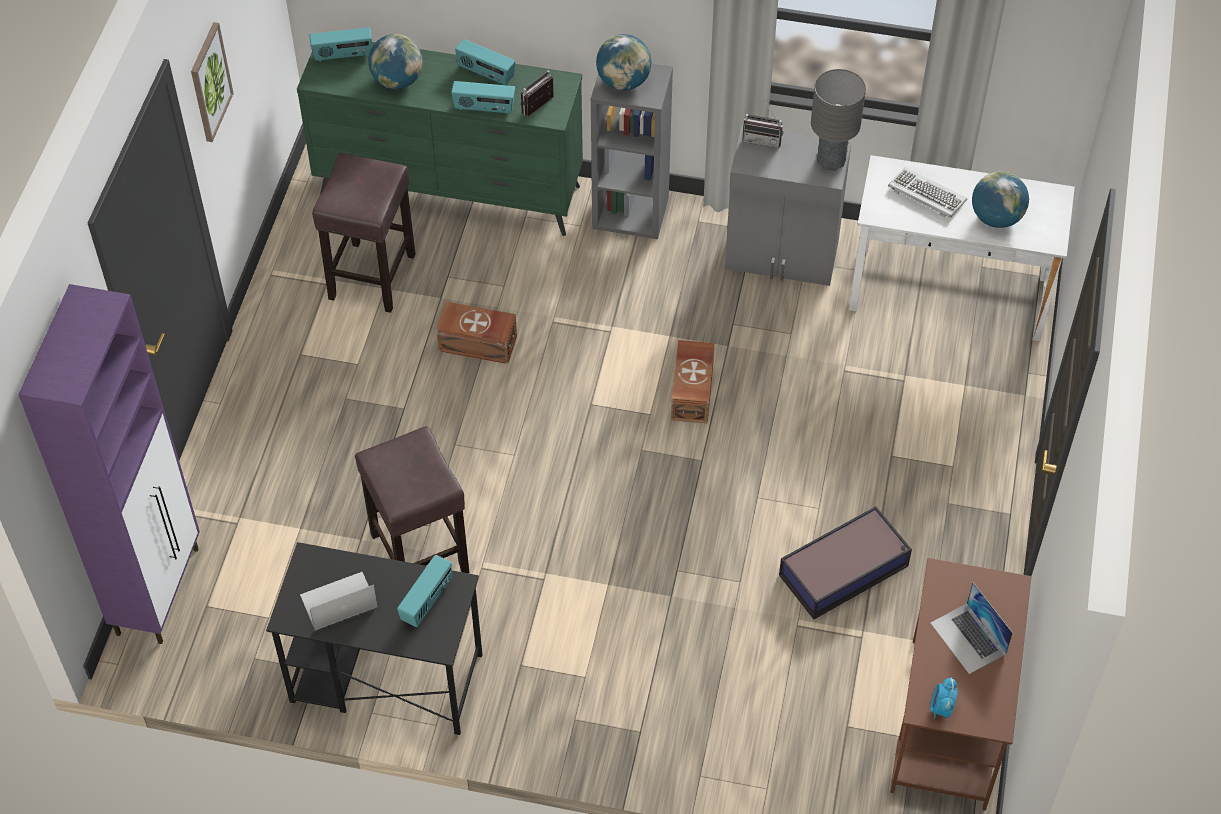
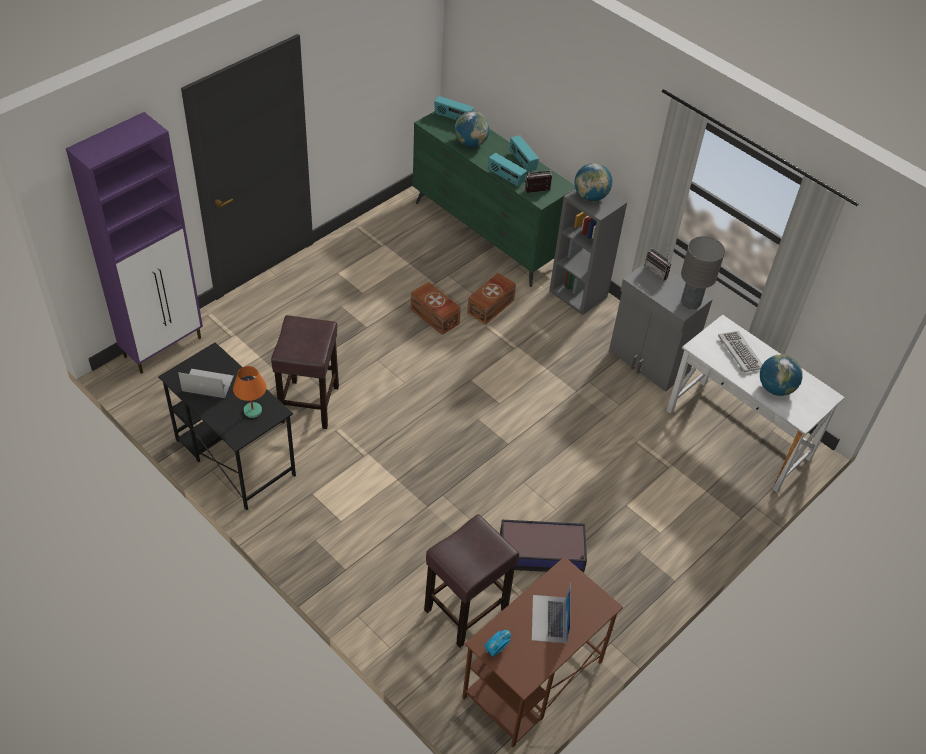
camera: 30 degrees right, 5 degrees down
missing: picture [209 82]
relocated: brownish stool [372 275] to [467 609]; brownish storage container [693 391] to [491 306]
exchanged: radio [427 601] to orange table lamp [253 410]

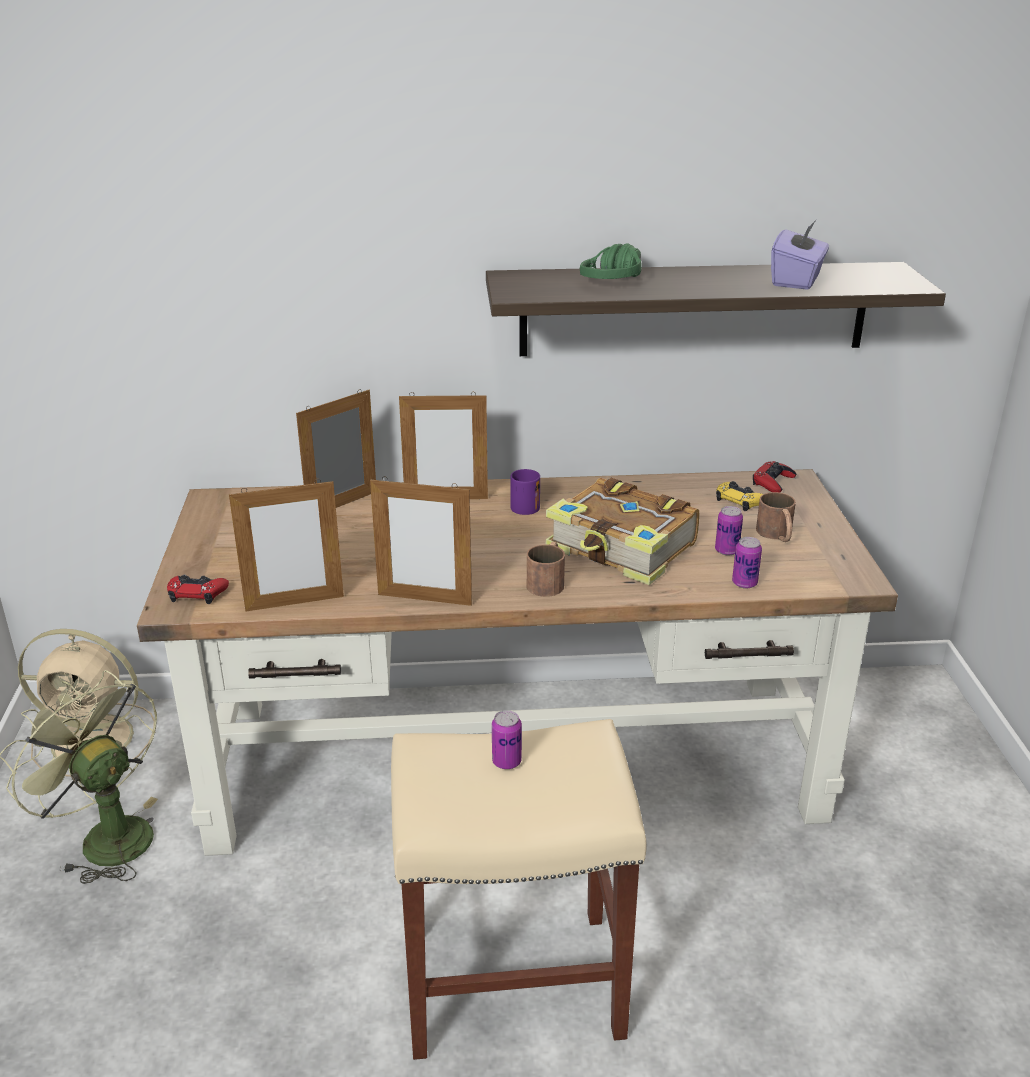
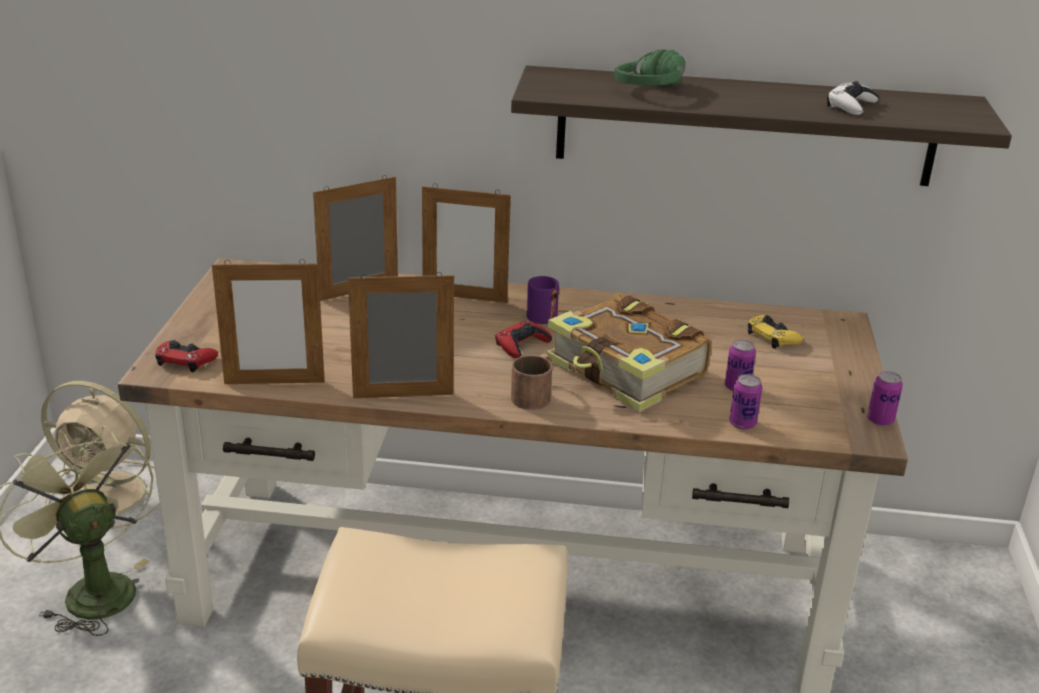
camera: 10 degrees right, 0 degrees up
missing: brownish mug [777 535]
relocated: reddish joypad [773 482] to [522 345]; sealed can [506 762] to [880 420]
exchanged: purplish box of tissues [797 280] to whitish joypad [850 105]
spun: standing frame [424 599] = [403 396] 150 degrees clockwise

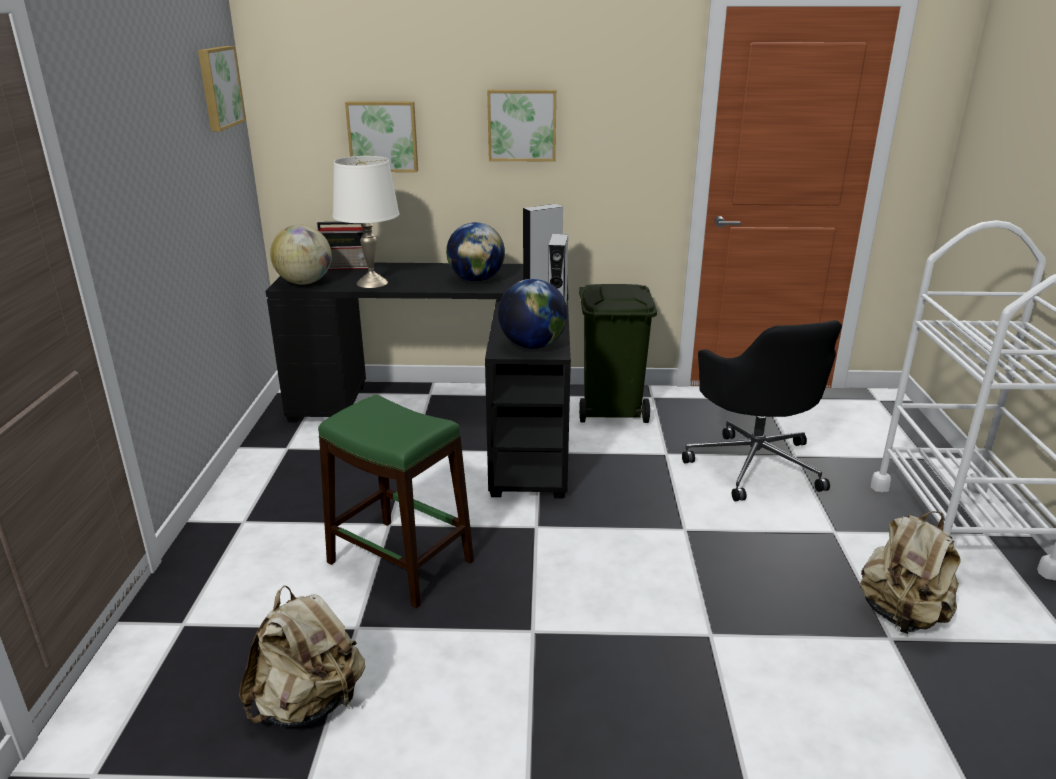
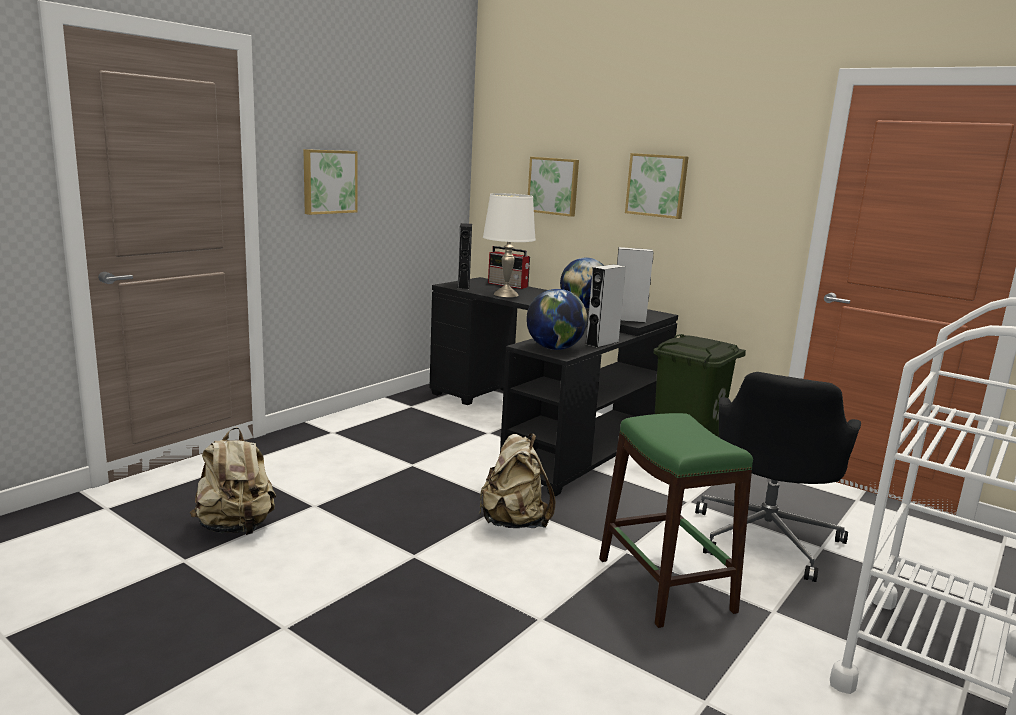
camera: 35 degrees right, 10 degrees down
relocated: picture [218 87] to [329 181]; greenish stool [400 562] to [664 585]; beige backpack [902 615] to [514 522]
exchanged: globe [305 282] to black-coloured audio speaker [463 286]

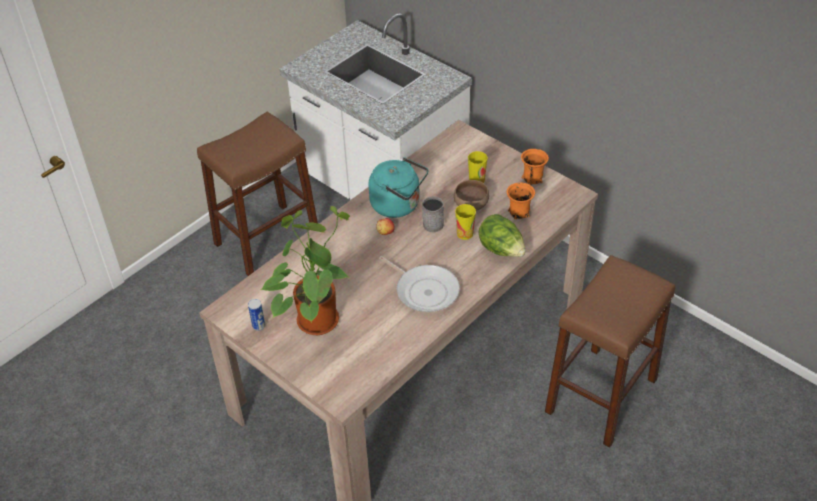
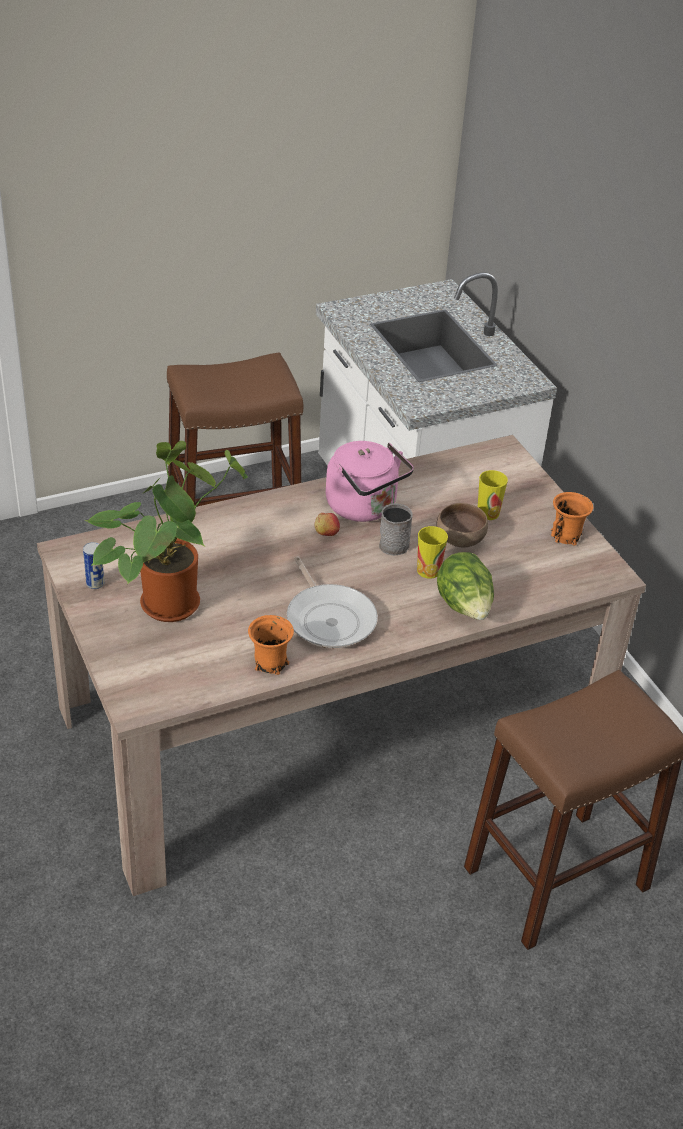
camera: 20 degrees right, 5 degrees down
relocated: orange mug [519 212] to [269 663]
colour: turquoise-coloured tea kettle [398 205] to pink-coloured tea kettle [364 508]

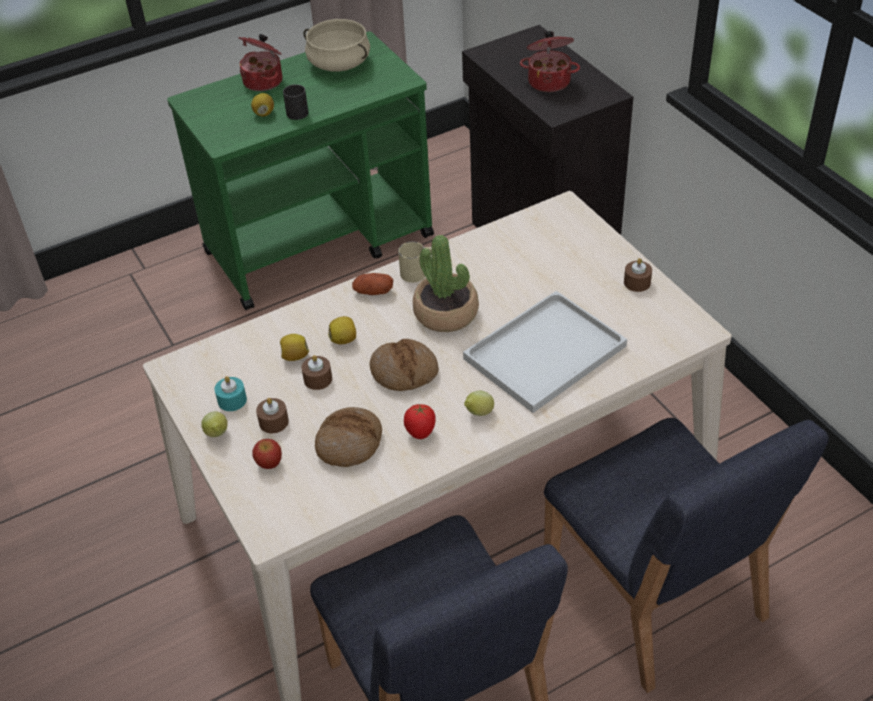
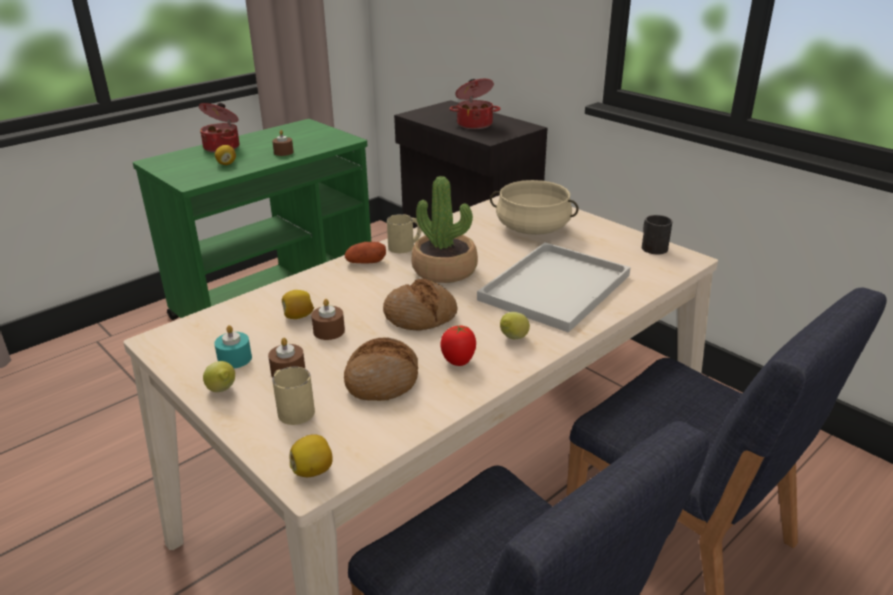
camera: 15 degrees left, 15 degrees down
relocated: beige cooking pot [338 63] to [532 229]; black-coloured mug [297 110] to [651 246]; brownish wax light [637 282] to [283 152]; lemon [344 340] to [313 470]
exchanged: whole apple [269 463] to beige mug [292 409]

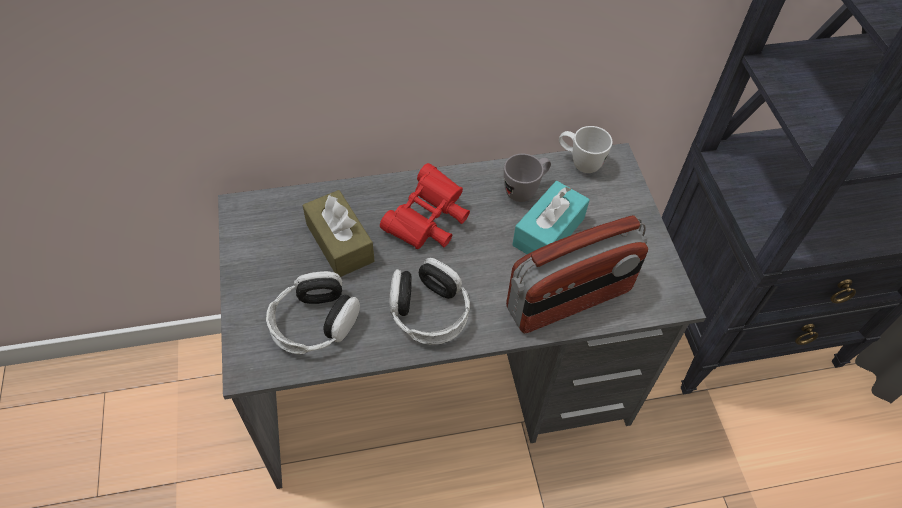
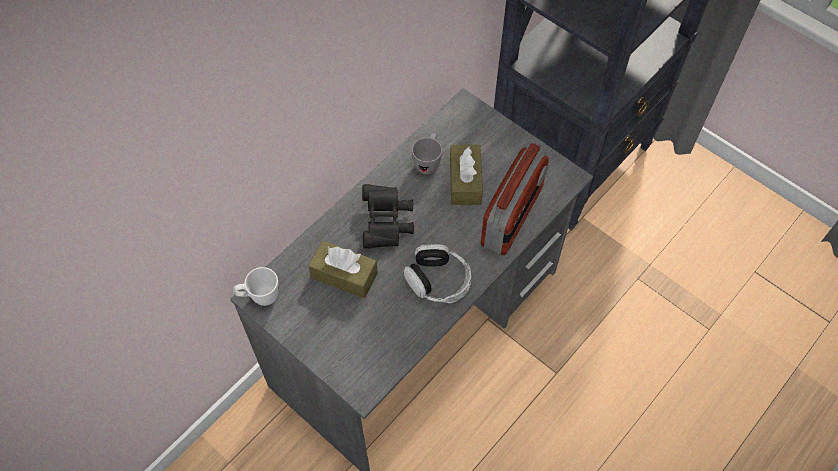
camera: 35 degrees left, 5 degrees up
missing: headset [314 323]
relocated: whitish mug [579 163] to [259 297]
colour: reddish pair of binoculars [428 221] to black-coloured pair of binoculars [386 223]; turquoise-coloured box of tissues [548 232] to brownish box of tissues [465 181]

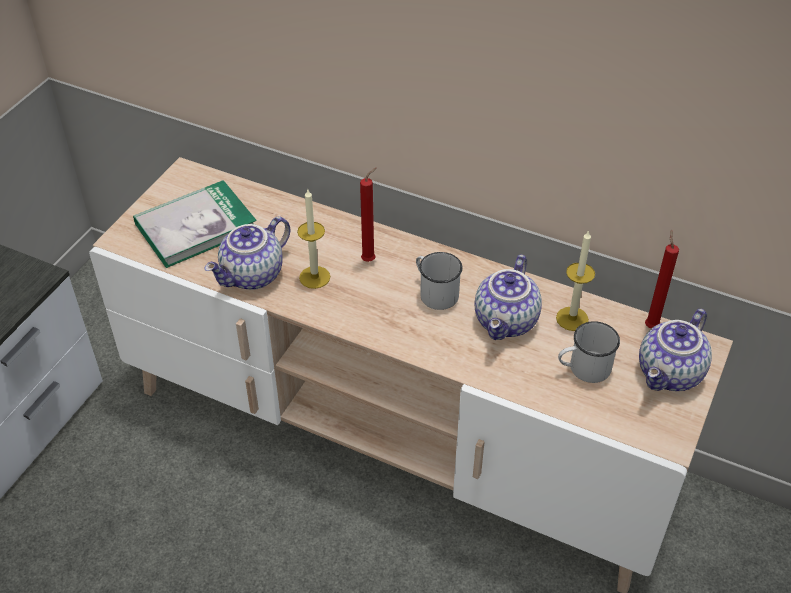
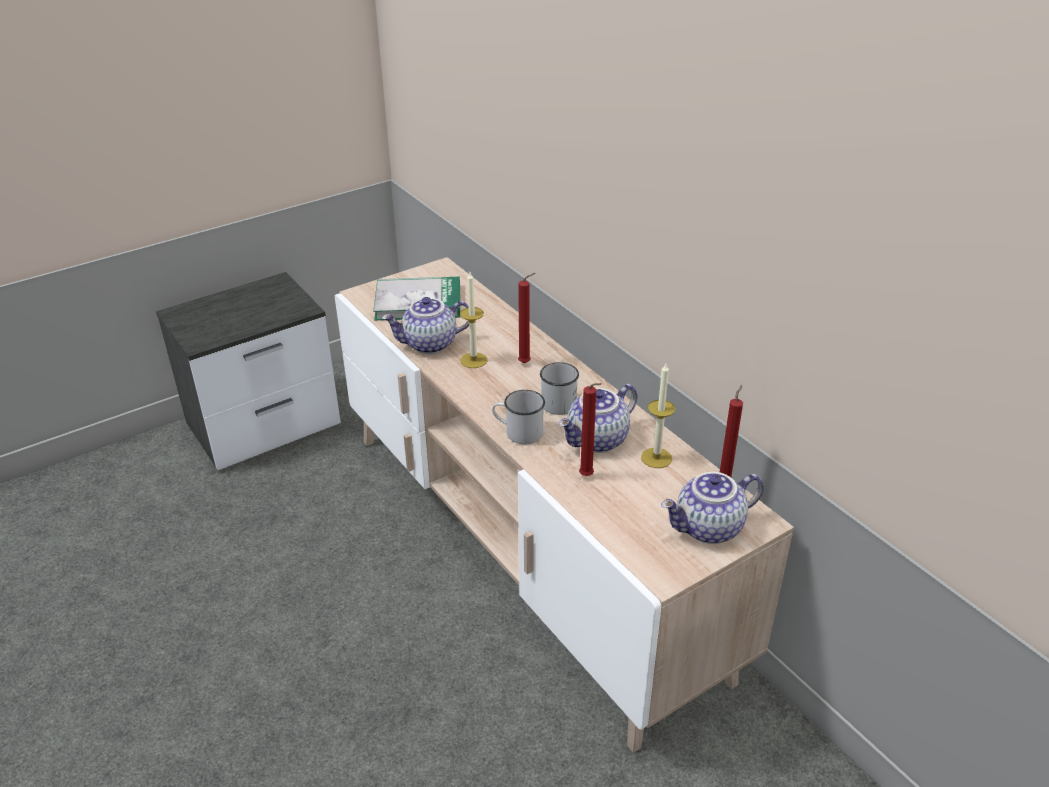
camera: 30 degrees right, 10 degrees down
appeared: reddish wax light [588 477]
relocated: whitish mug [583 369] to [518 432]

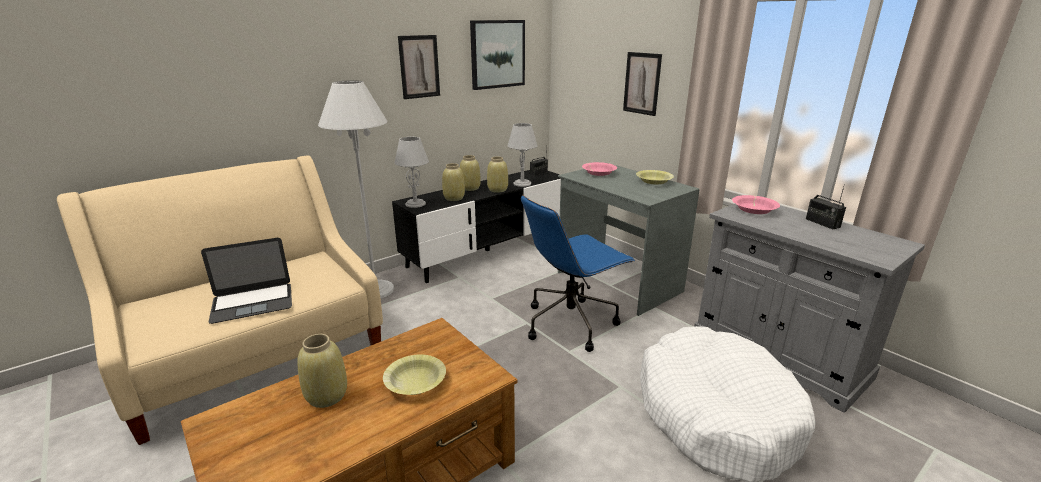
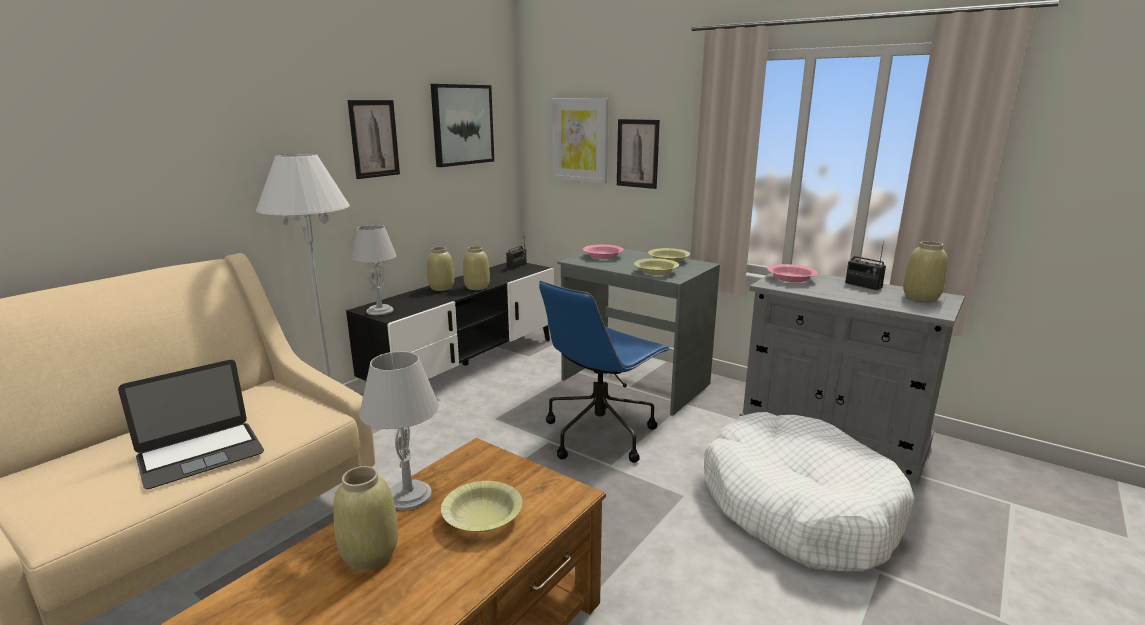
camera: 15 degrees left, 5 degrees down
appeared: picture [580 140]; yellow bowl [656 272]
relocated: grey table lamp [522 184] to [409 496]; beige flower vase [454 198] to [921 297]

